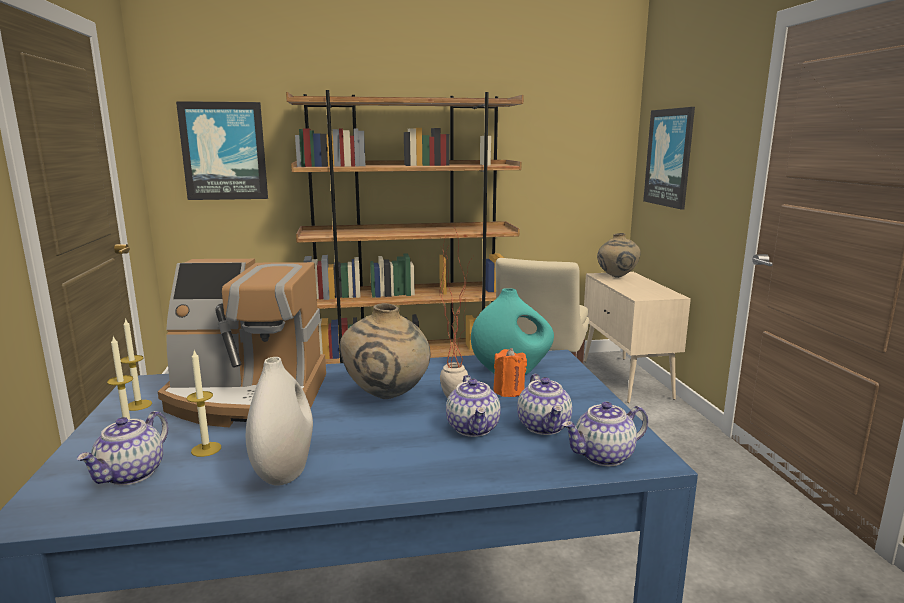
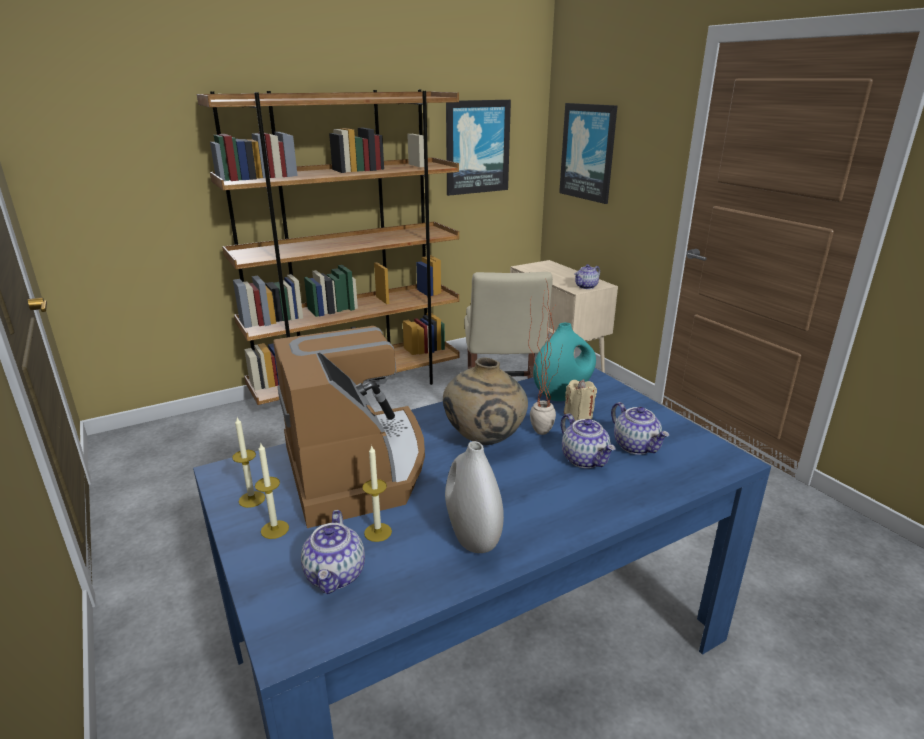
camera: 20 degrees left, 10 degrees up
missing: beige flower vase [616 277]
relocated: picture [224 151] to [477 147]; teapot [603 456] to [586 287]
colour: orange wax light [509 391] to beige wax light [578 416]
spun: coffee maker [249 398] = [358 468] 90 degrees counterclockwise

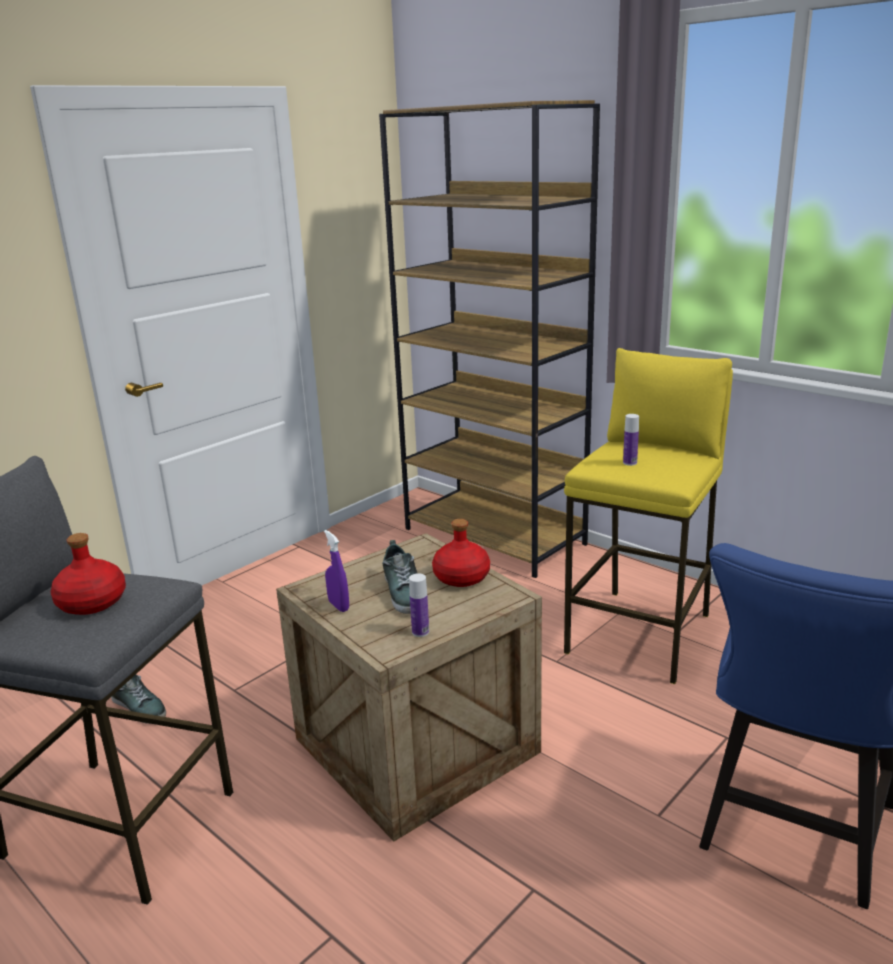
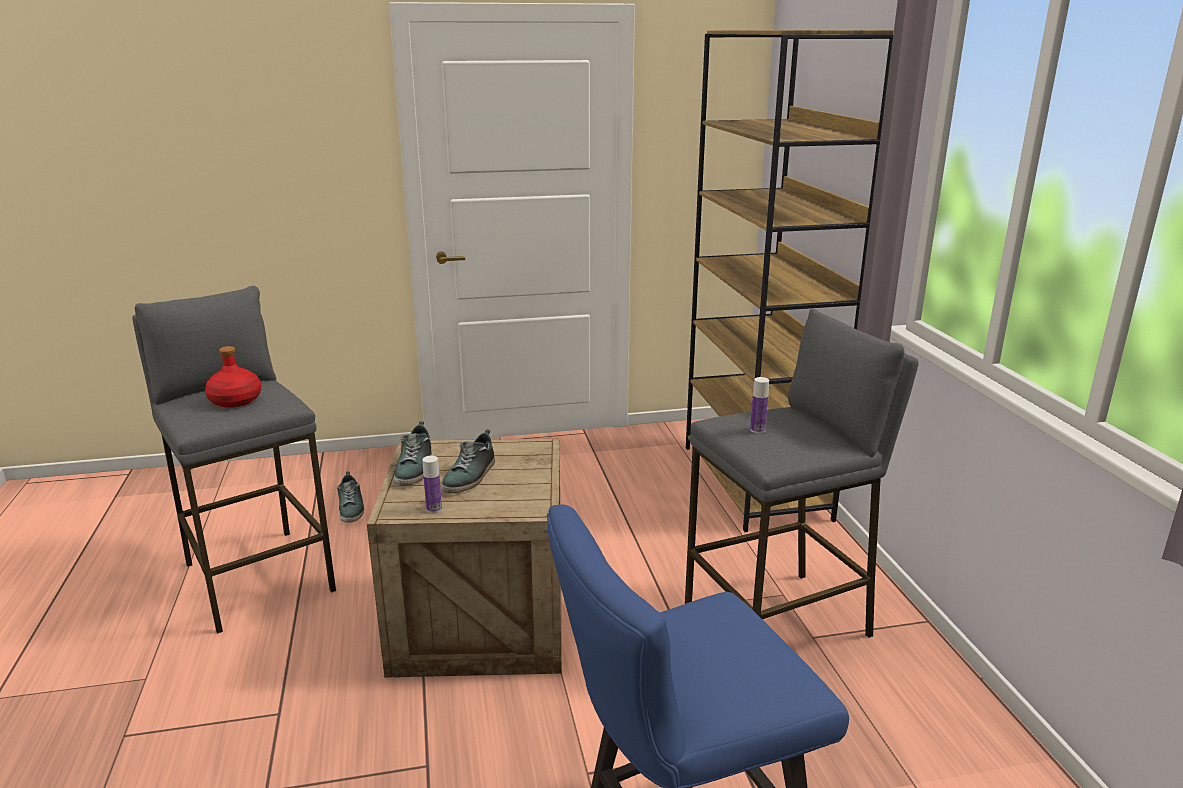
camera: 35 degrees right, 0 degrees up
missing: reddish bottle [461 577]
exchanged: purplish spray bottle [338 606] to low shoe [415 468]
colour: yellow stool [641 633] to grey stool [778 622]

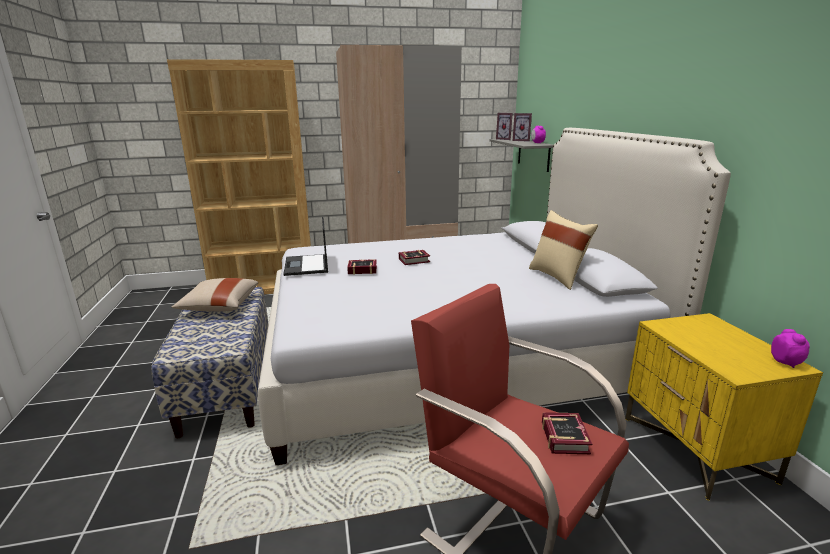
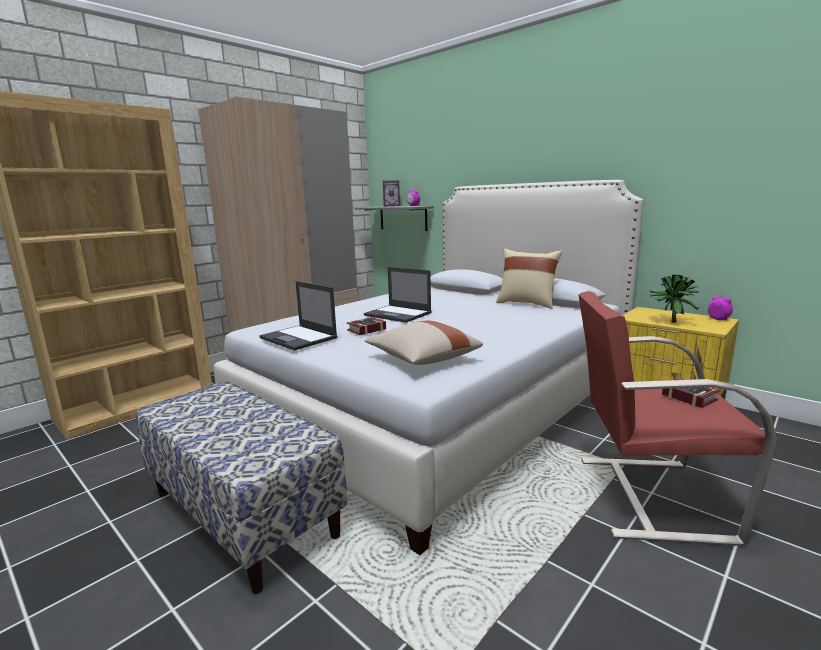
camera: 35 degrees left, 5 degrees down
missing: standing frame [505 139]
appeared: plant in a pot [670 322]
relocated: beige pillow [219 306] to [422 359]
exchanged: book [415 260] to laptop [398 314]

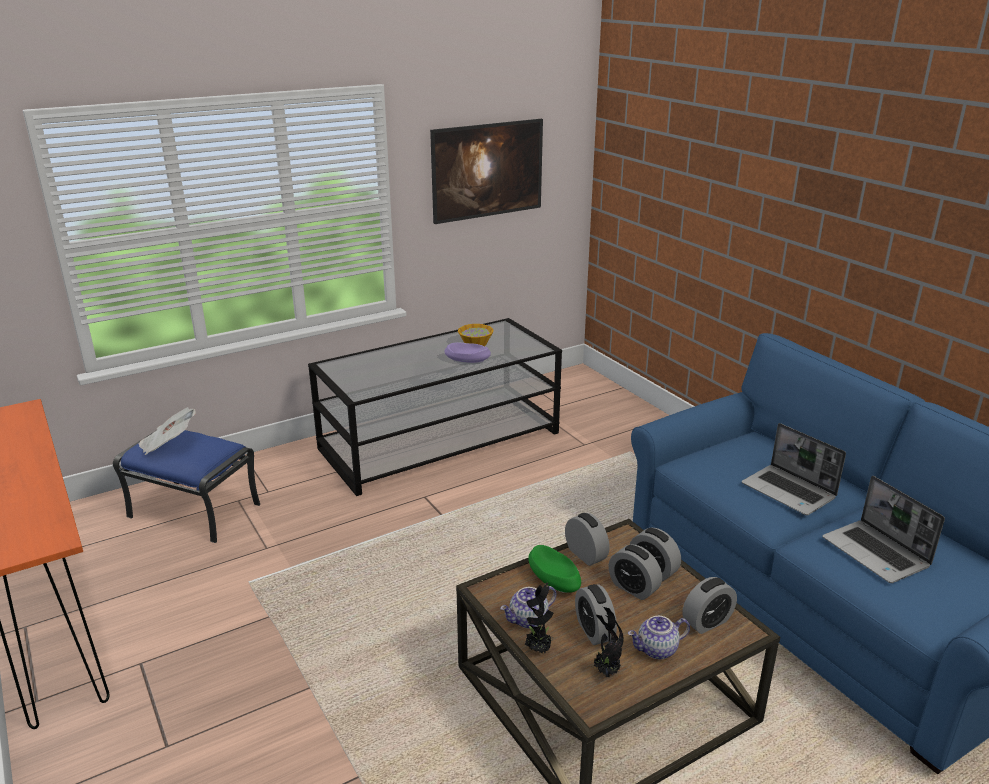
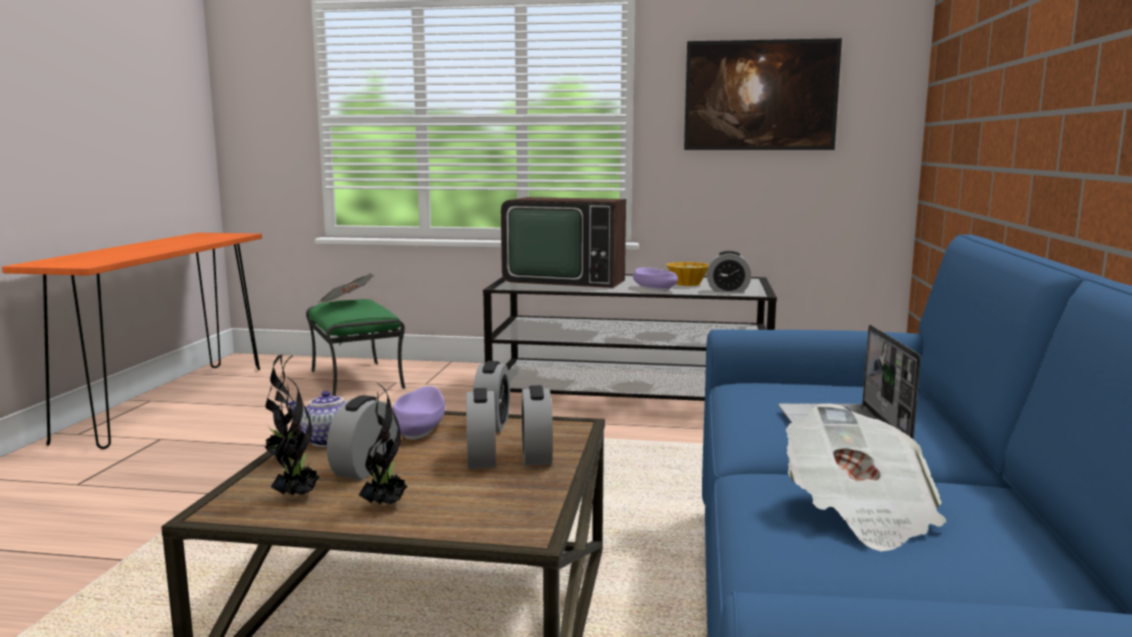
camera: 40 degrees right, 15 degrees down
appeared: TV set [565 279]
relocated: alarm clock [707 622] to [728 291]
exchanged: laptop [876 553] to daily paper [859 514]; teapot [657 650] to plant in a pot [386 504]
colour: blue pouffe [195 510] to greenish pouffe [358 379]; greenish bowl [553 580] to purplish bowl [418 429]

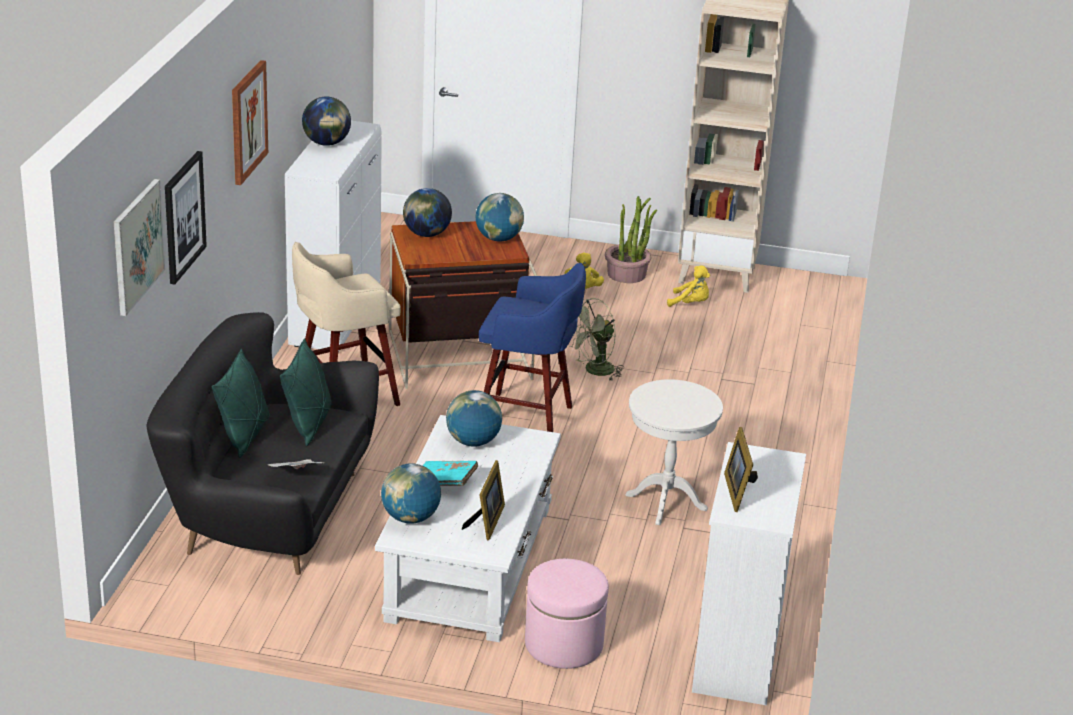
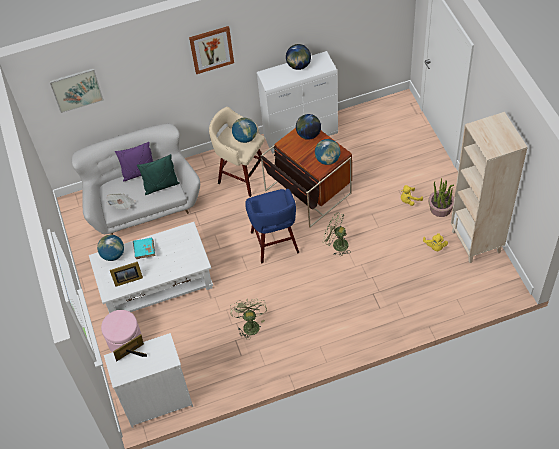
camera: 65 degrees right, 25 degrees up
missing: picture [183 217]
relocated: globe [473 442] to [245 138]
exchanged: whitish accent table [666 502] to greenish cooling fan [250 324]
colour: black-coloured settee [266 512] to whitish settee [143 204]; greenish pillow [244 435] to purplish pillow [139 173]

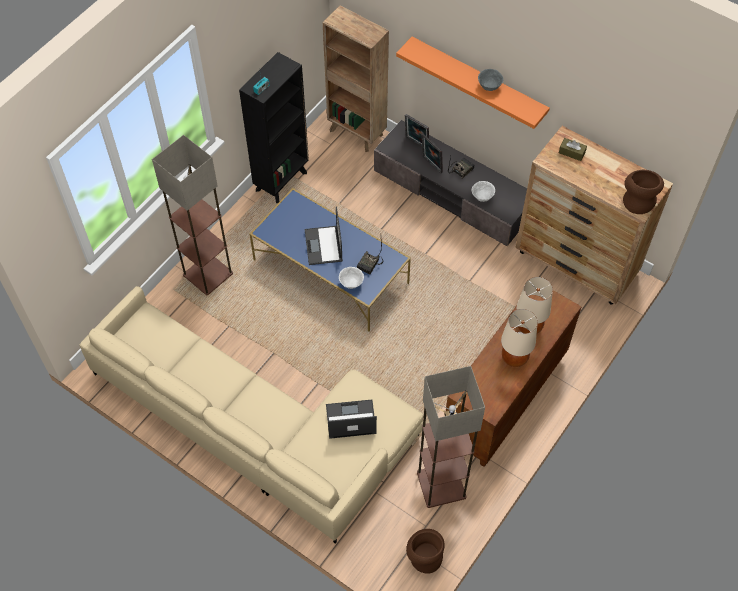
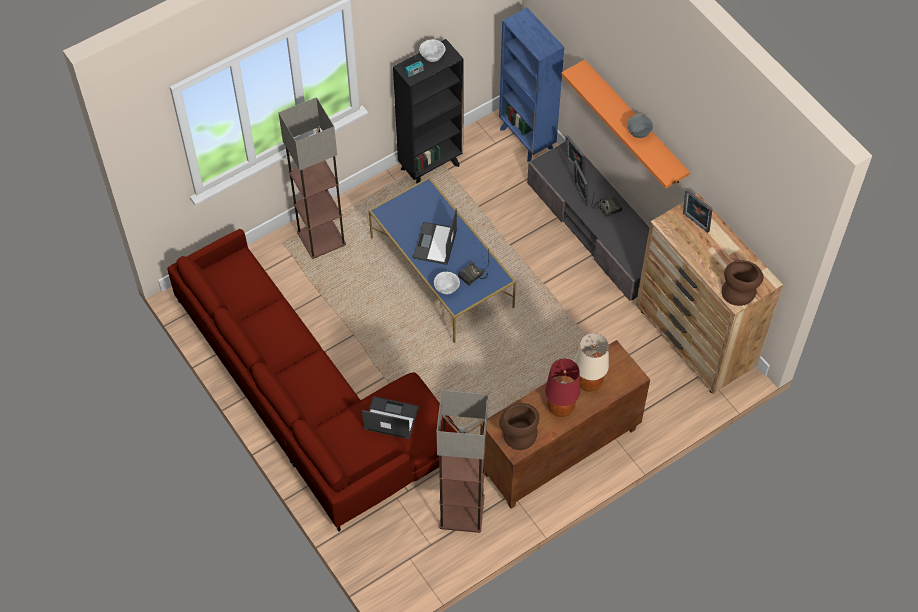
camera: 20 degrees right, 0 degrees up
relocated: whitish bowl [482 197] to [432 57]; brownish flower vase [424 556] to [518 433]
exchanged: brownish box of tissues [571 152] to standing frame [694 223]
colour: brownish bookshelf [357 133] to blue bookshelf [527 139]; beige settee [257 425] to reddish settee [310 398]; beige table lamp [514 358] to reddish table lamp [560 407]

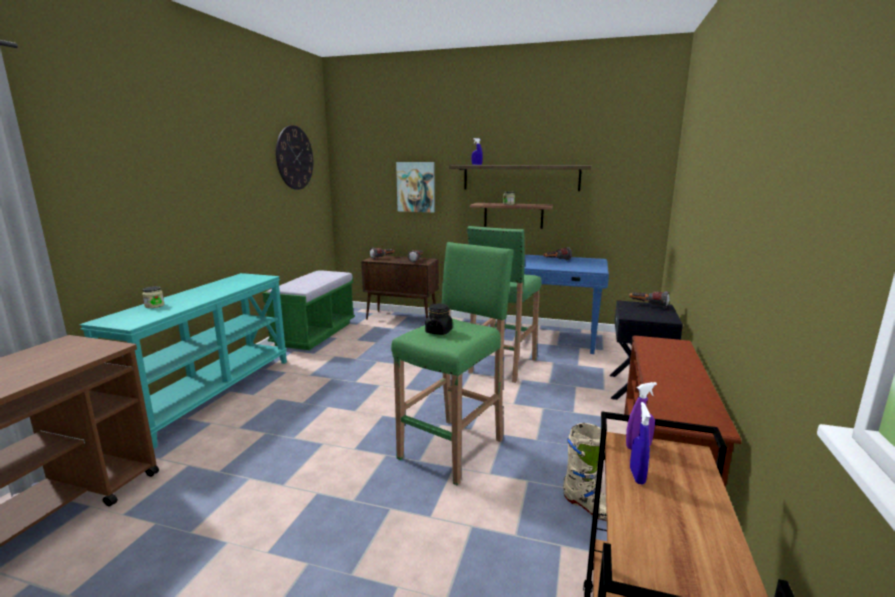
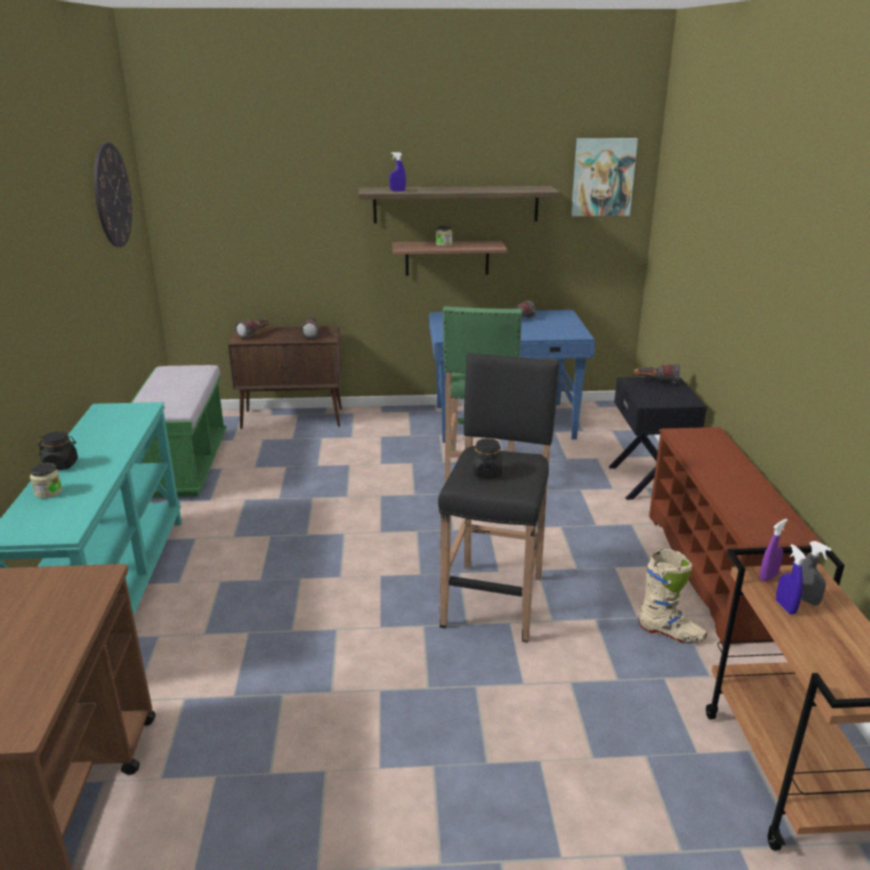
camera: 20 degrees left, 10 degrees up
appeared: black-coloured storage jar [61 465]; grey spray bottle [805 600]
relocated: picture [416 187] to [603 177]
colour: greenish stool [453 448] to black-coloured stool [494 599]

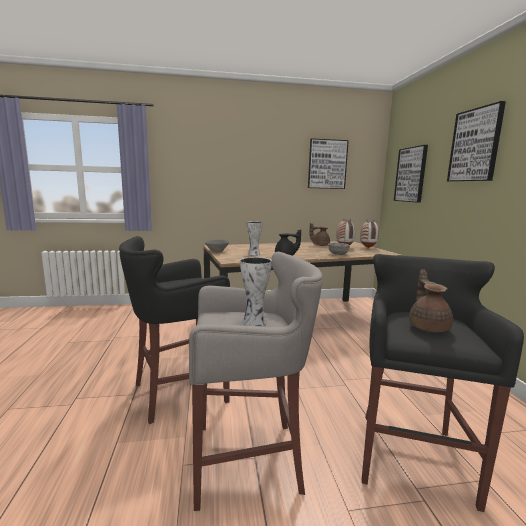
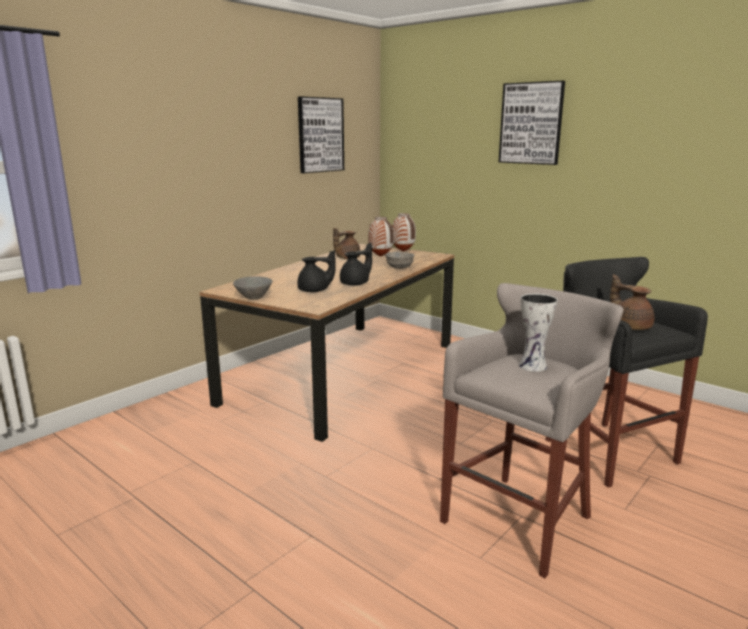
camera: 40 degrees left, 5 degrees up
missing: picture [411 174]; black-coloured stool [177 392]
exchanged: flower vase [253 254] to black-coloured teapot [315 291]

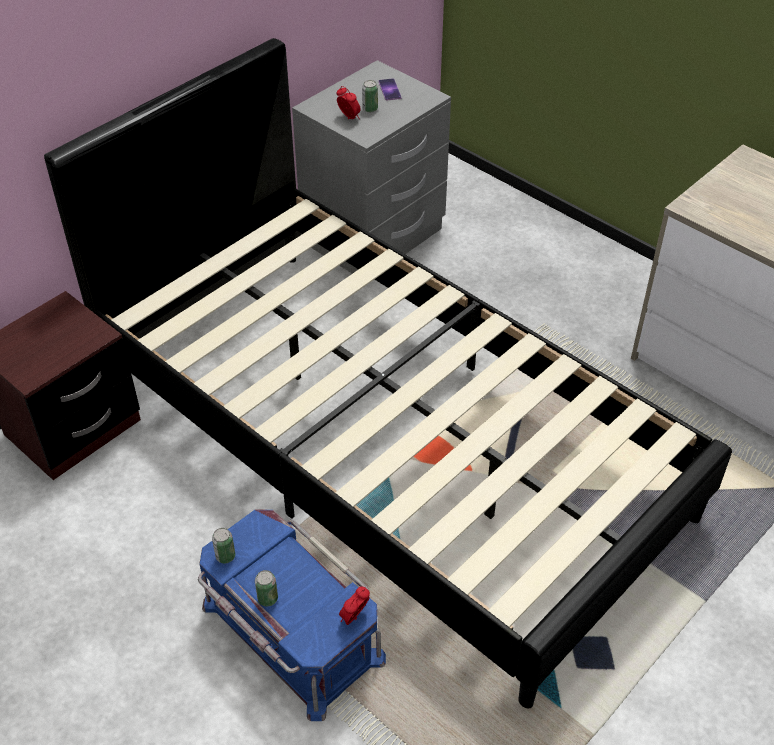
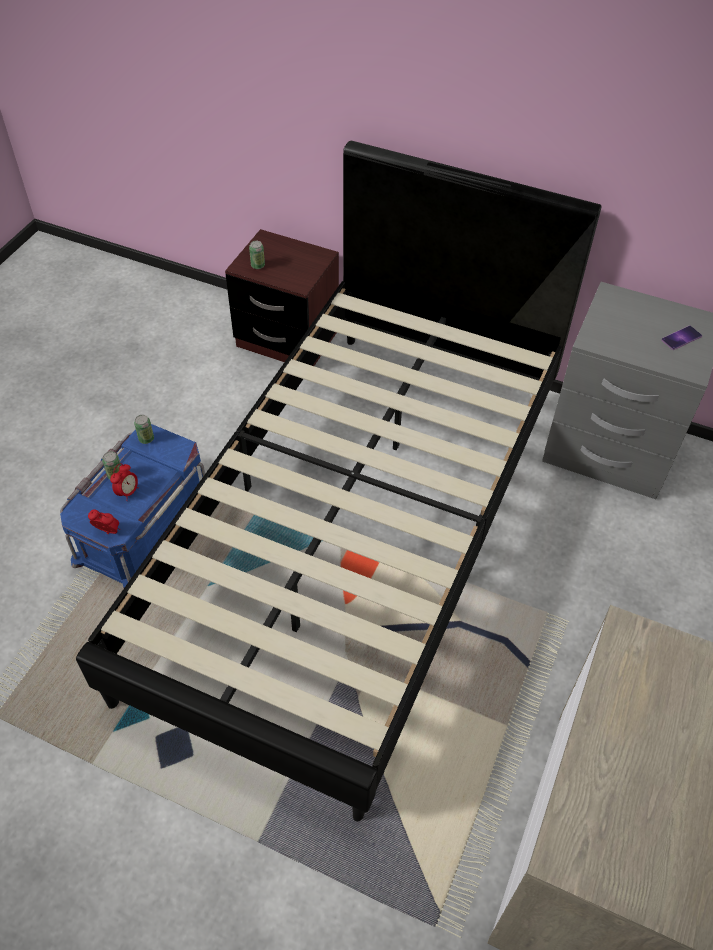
camera: 70 degrees right, 5 degrees up
relocated: sealed can [370 109] to [258 265]; alarm clock [349 118] to [128 492]

